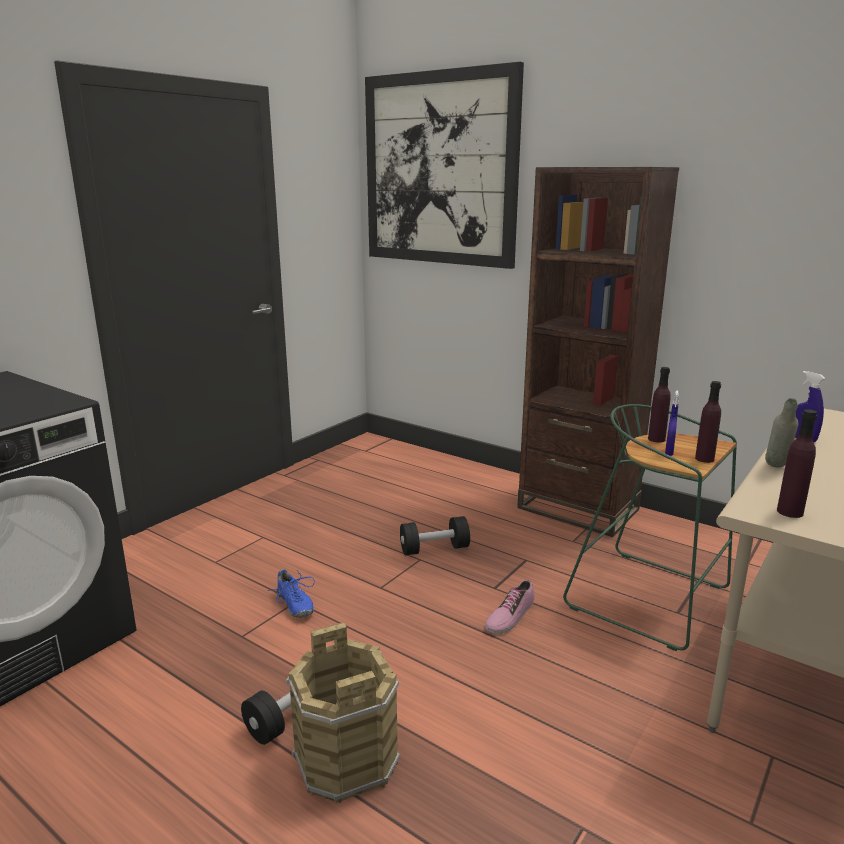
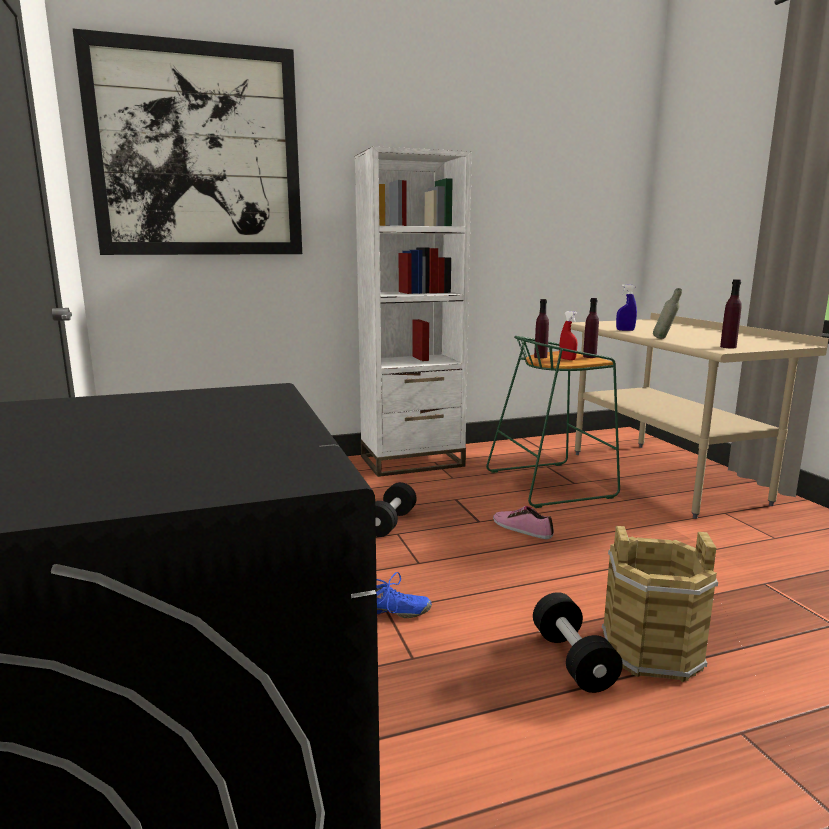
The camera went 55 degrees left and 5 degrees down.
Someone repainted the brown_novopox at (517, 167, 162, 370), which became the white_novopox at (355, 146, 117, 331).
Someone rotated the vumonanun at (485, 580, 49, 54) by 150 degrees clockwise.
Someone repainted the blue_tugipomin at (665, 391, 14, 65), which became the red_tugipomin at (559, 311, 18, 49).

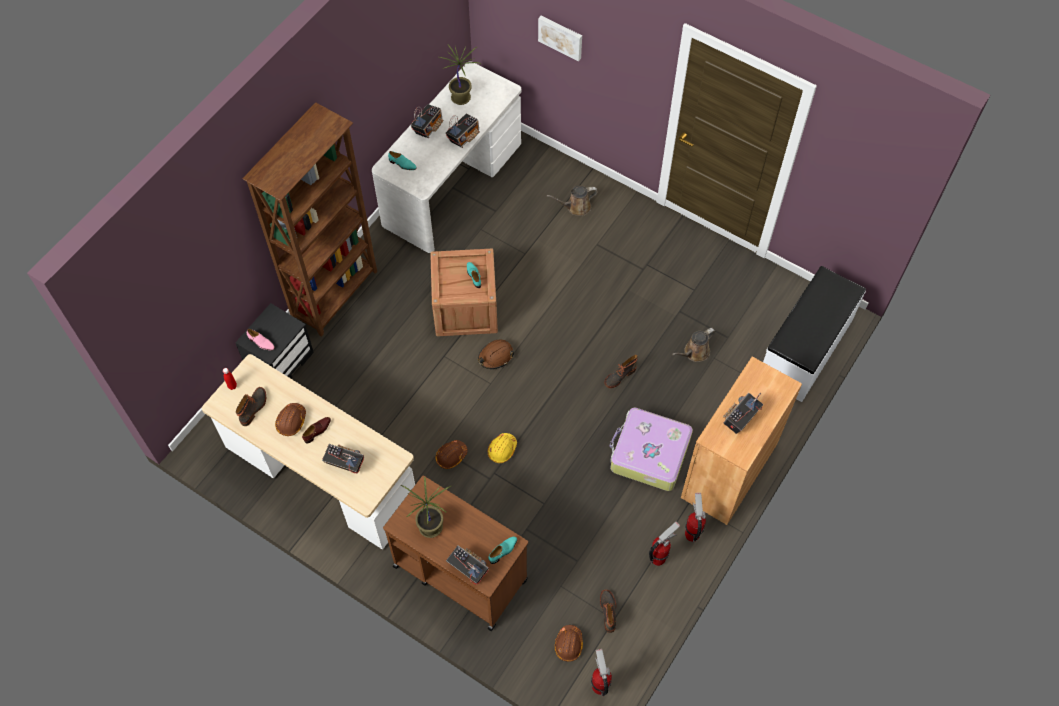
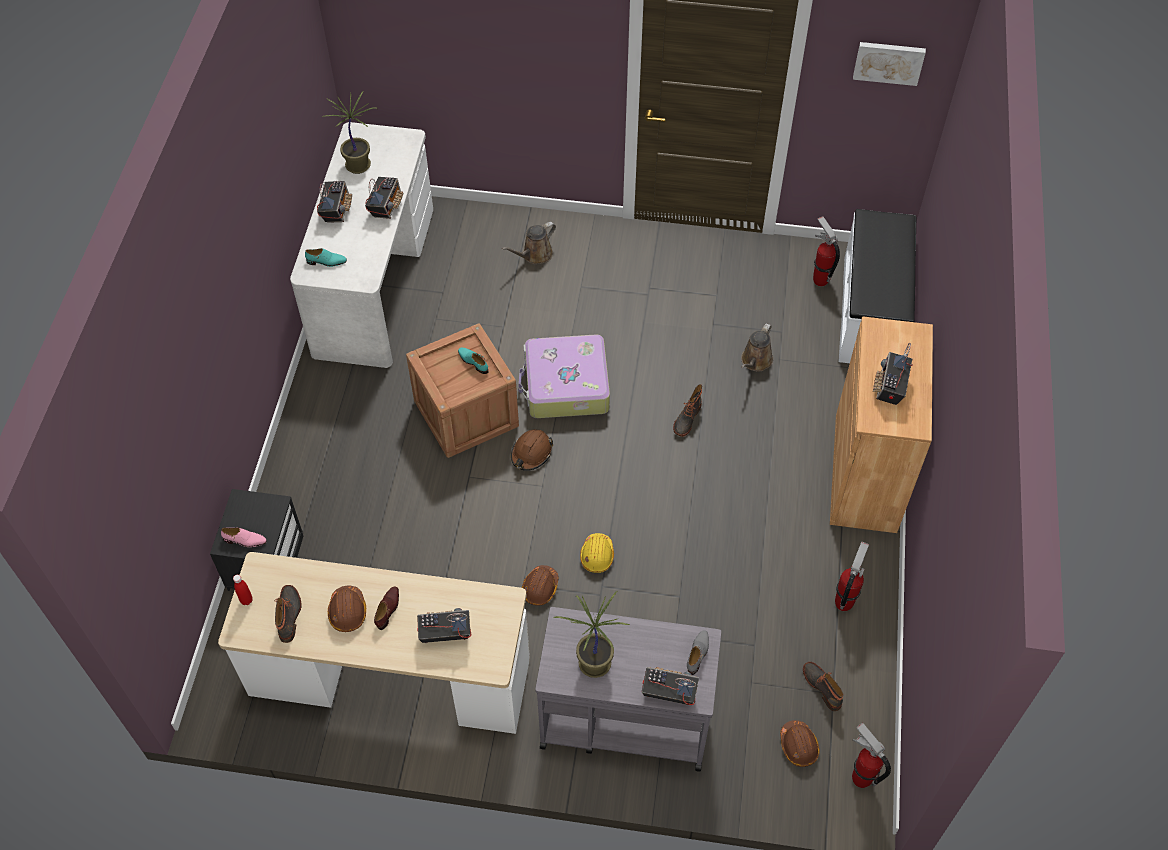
The camera went 25 degrees left and 5 degrees down.
Someone carried the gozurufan from (610, 407, 83, 84) to (518, 334, 92, 84).
Someone repainted the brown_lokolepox at (383, 476, 145, 155), which became the grey_lokolepox at (535, 607, 186, 165).
Someone repainted the turquoise_vumonanun at (488, 537, 30, 27), which became the grey_vumonanun at (687, 630, 22, 45).
Someone carried the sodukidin from (685, 493, 21, 49) to (813, 216, 27, 70).
Someone carried the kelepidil from (538, 16, 44, 45) to (853, 42, 73, 44).
Someone took away the brown_novopox at (242, 102, 135, 235).

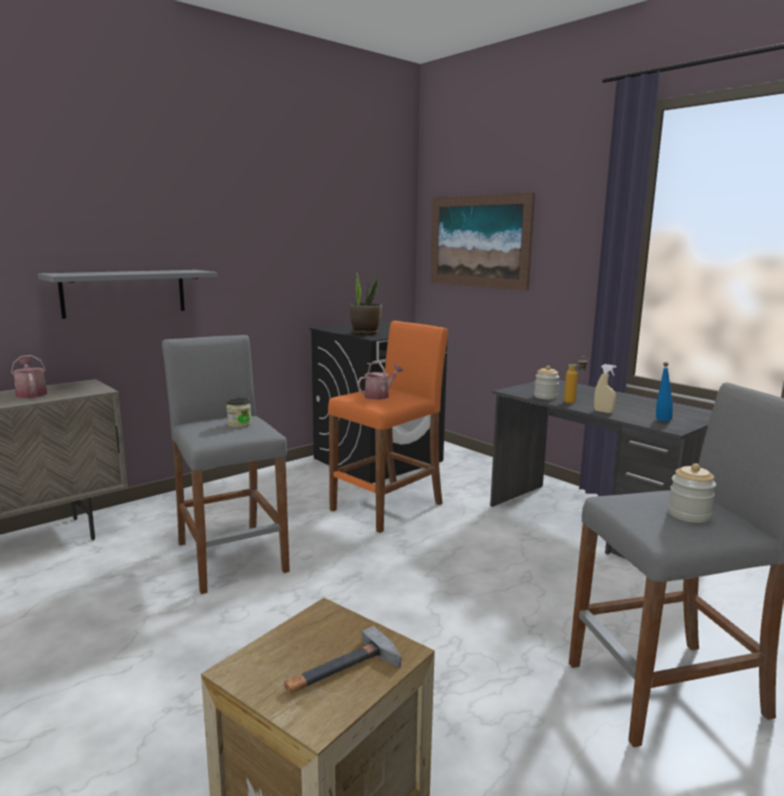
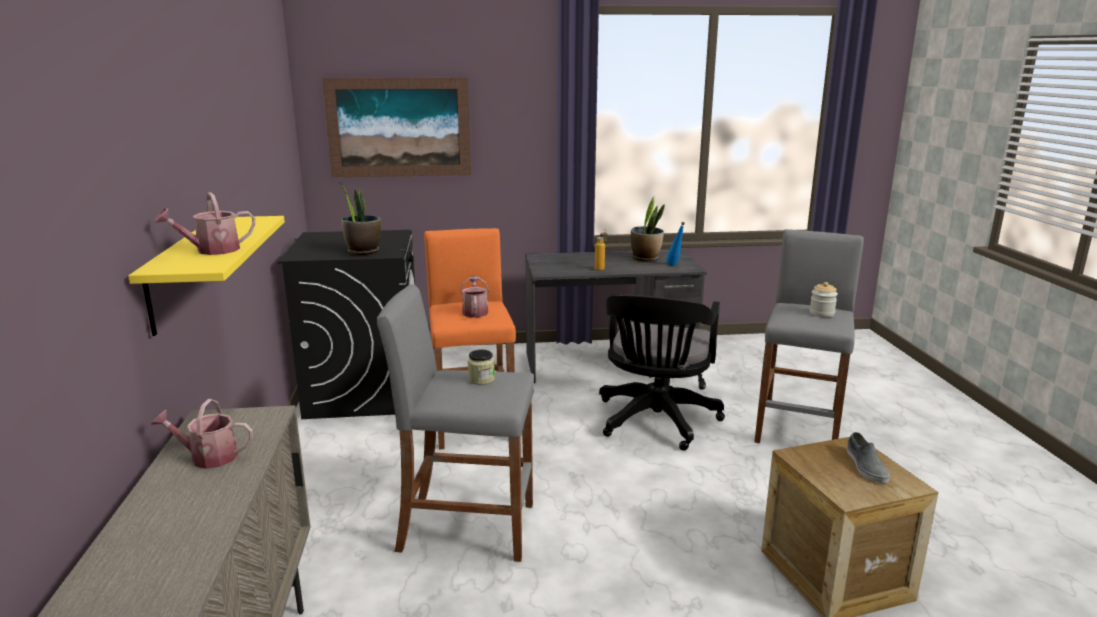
The camera went 55 degrees left and 5 degrees up.
Someone repainted the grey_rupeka at (38, 270, 180, 49), which became the yellow_rupeka at (128, 216, 157, 120).
Someone put down the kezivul at (155, 192, 100, 63).
Someone put down the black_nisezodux at (599, 292, 126, 159).
Someone put down the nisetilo at (631, 196, 34, 65).
Someone swapped the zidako at (284, 626, 117, 67) for the grey_vumonanun at (847, 432, 43, 51).
Someone took away the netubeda at (534, 366, 25, 33).
Someone took away the beige_tugipomin at (594, 364, 22, 49).

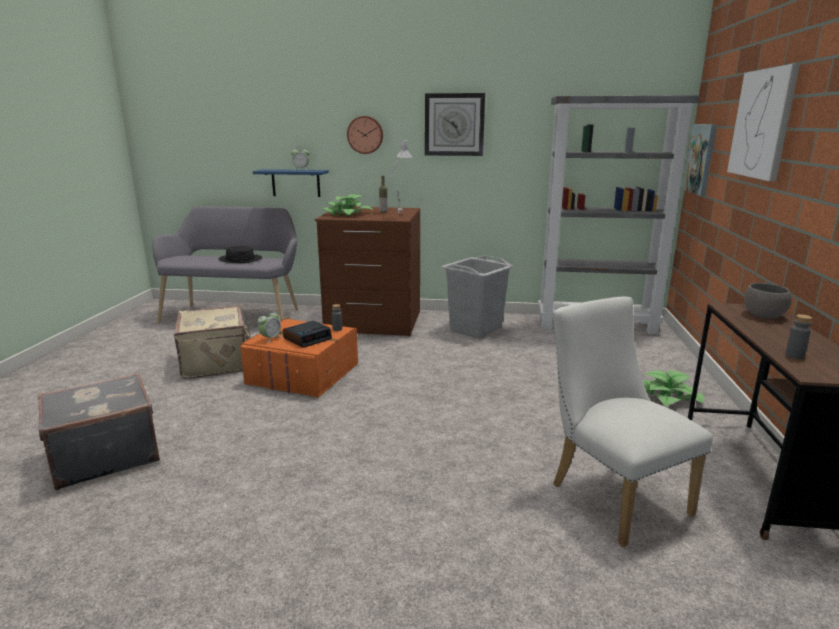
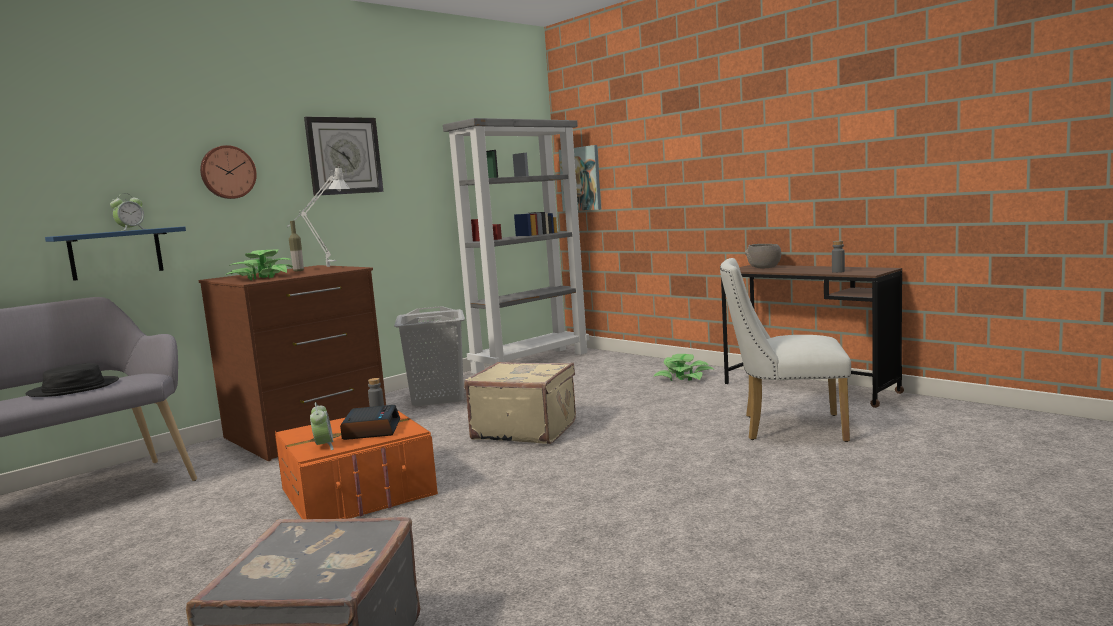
The camera went 50 degrees left and 10 degrees down.
Someone carried the beige_gozurufan from (174, 306, 76, 72) to (464, 362, 112, 82).
Someone took away the kelepidil at (727, 64, 73, 117).

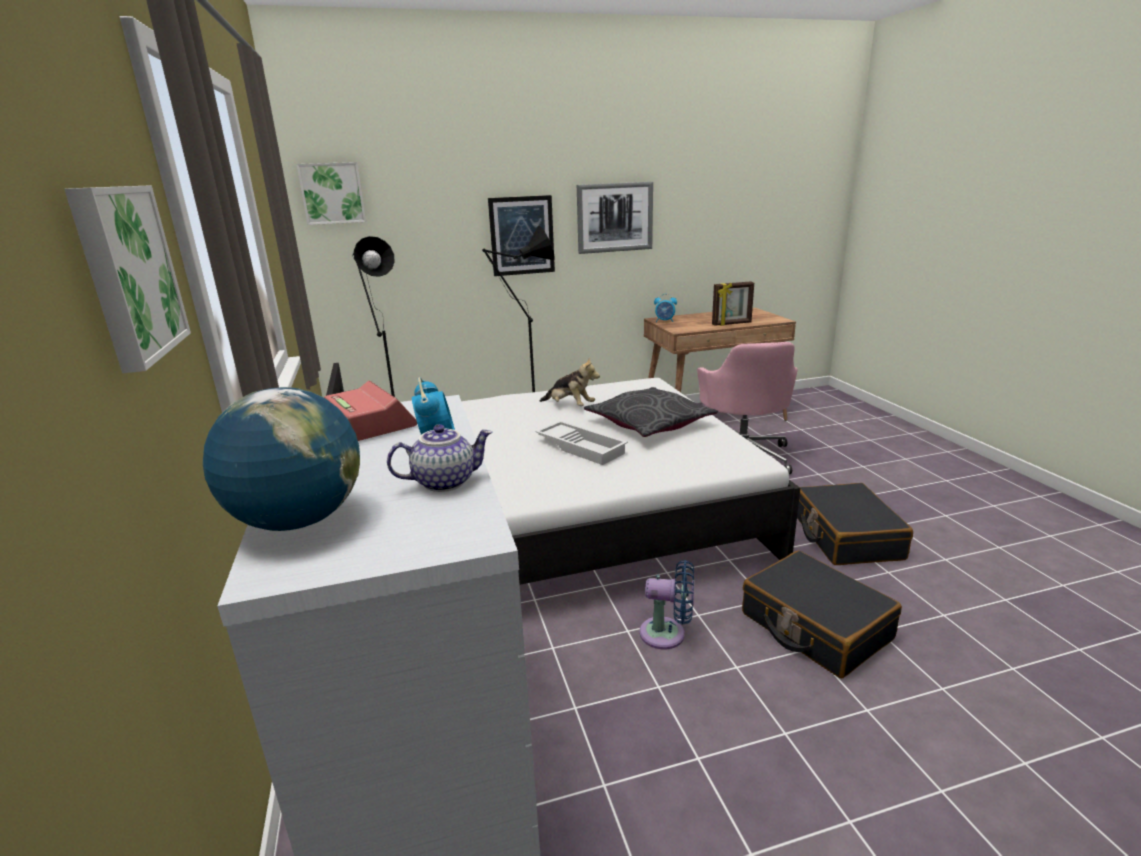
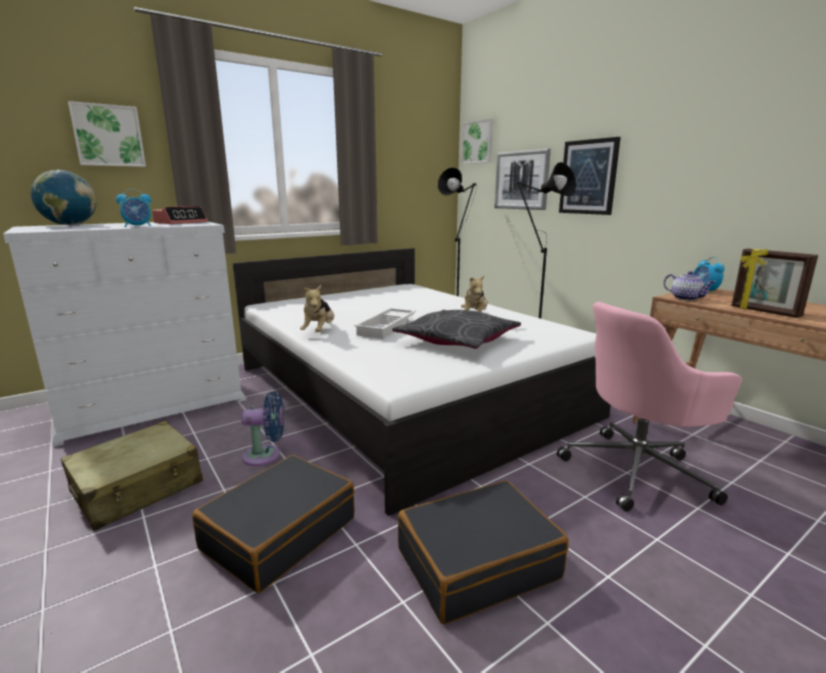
The camera went 70 degrees right and 5 degrees down.
Someone put down the beige_gozurufan at (61, 421, 142, 110).
Someone rotated the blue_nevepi at (639, 560, 55, 89) by 90 degrees counterclockwise.
Someone put down the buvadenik at (300, 285, 34, 47).
Someone carried the kelepidil from (577, 182, 76, 72) to (494, 149, 57, 61).
Someone carried the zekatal from (387, 424, 105, 68) to (663, 271, 53, 30).

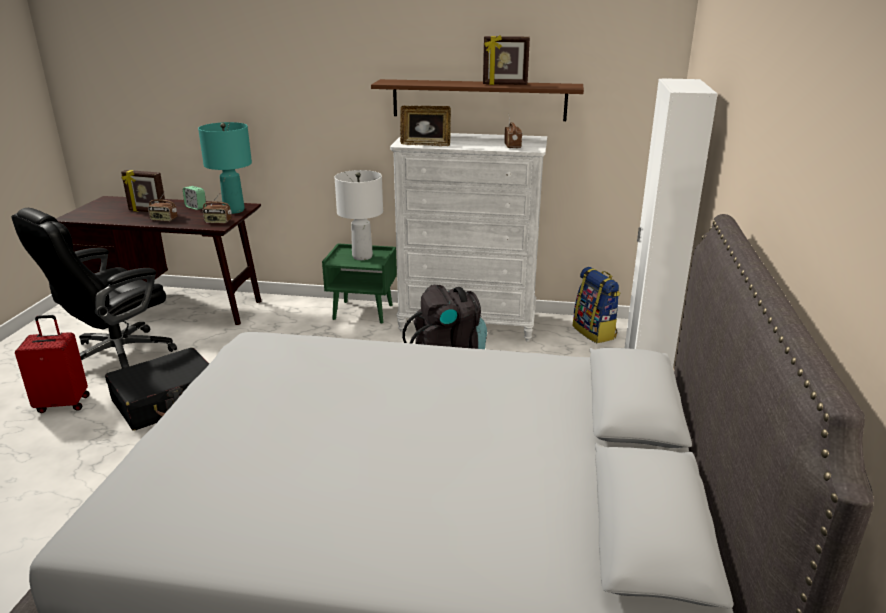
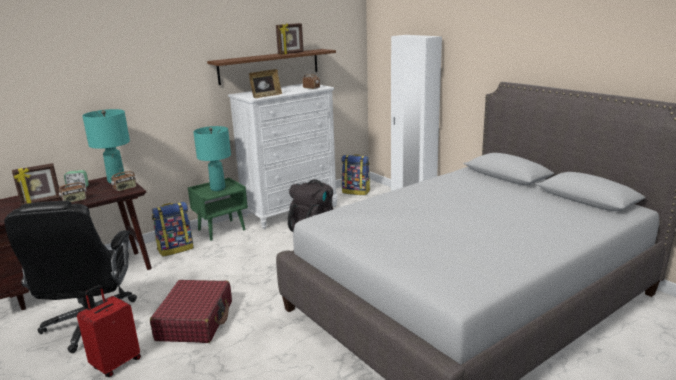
The camera went 45 degrees left and 5 degrees down.
Someone repainted the black_gozurufan at (105, 348, 104, 83), which became the red_gozurufan at (150, 280, 82, 63).
Someone put down the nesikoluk at (152, 202, 42, 55).
Someone repainted the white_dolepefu at (334, 170, 49, 90), which became the turquoise_dolepefu at (193, 126, 38, 65).

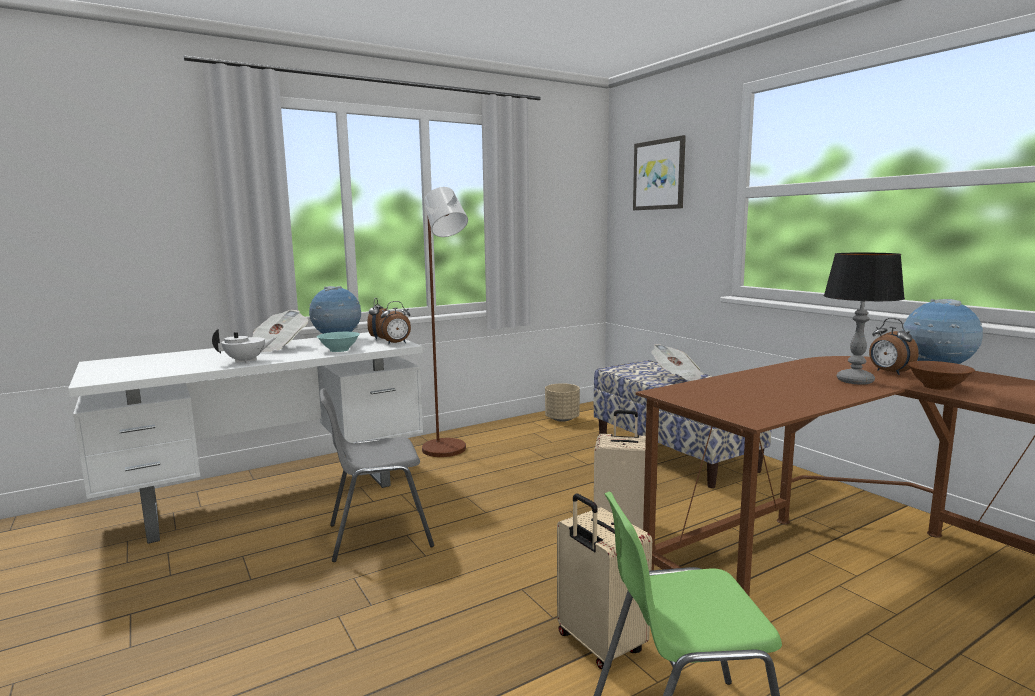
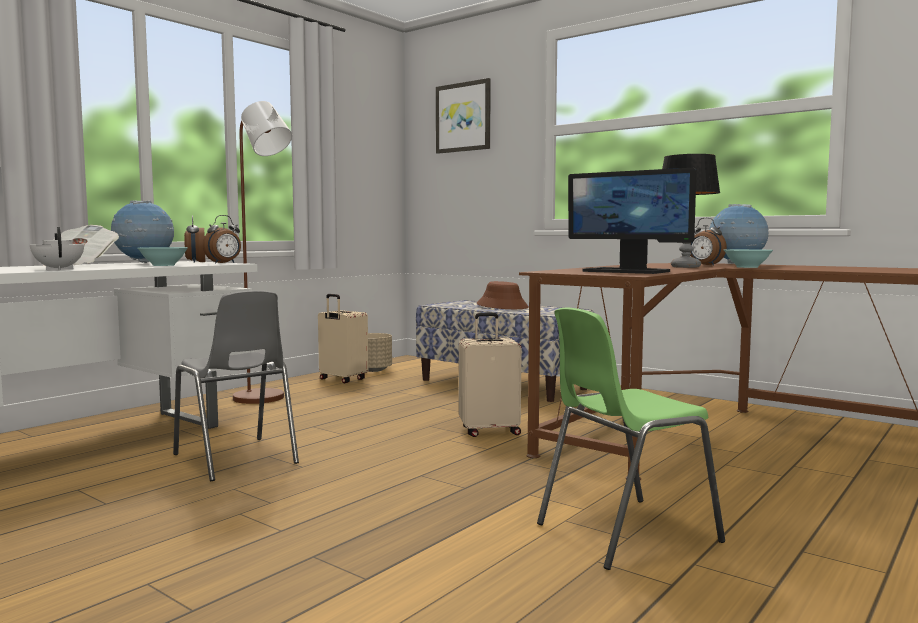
The camera went 20 degrees left and 5 degrees down.
Someone rotated the white_zekatal at (212, 329, 64, 34) by 75 degrees counterclockwise.
Someone rotated the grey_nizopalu at (320, 388, 114, 174) by 90 degrees counterclockwise.
Someone carried the beige_gozurufan from (557, 493, 95, 176) to (318, 294, 50, 89).
Someone swapped the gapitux at (651, 344, 53, 37) for the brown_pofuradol at (476, 281, 53, 28).
Someone put down the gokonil at (568, 168, 128, 106).
Someone repainted the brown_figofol at (907, 361, 68, 29), which became the turquoise_figofol at (724, 249, 49, 19).

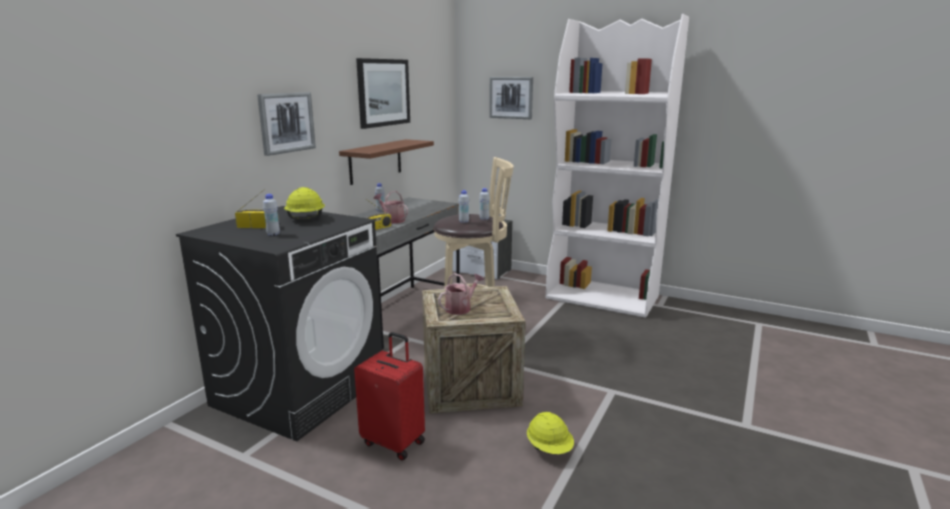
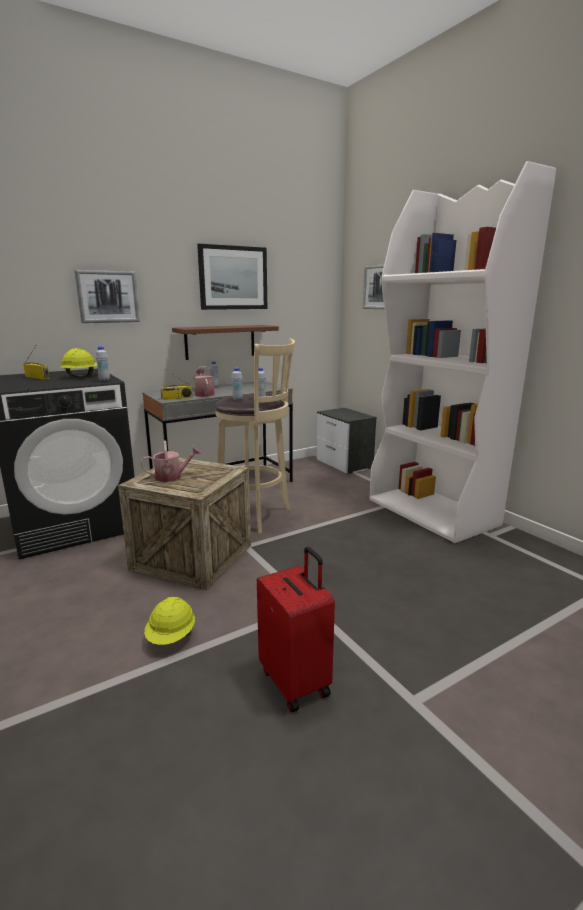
The camera went 30 degrees right and 0 degrees up.
Someone carried the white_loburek from (263, 194, 17, 42) to (96, 346, 14, 35).
Someone carried the red_gozurufan from (354, 332, 71, 128) to (257, 547, 78, 165).

